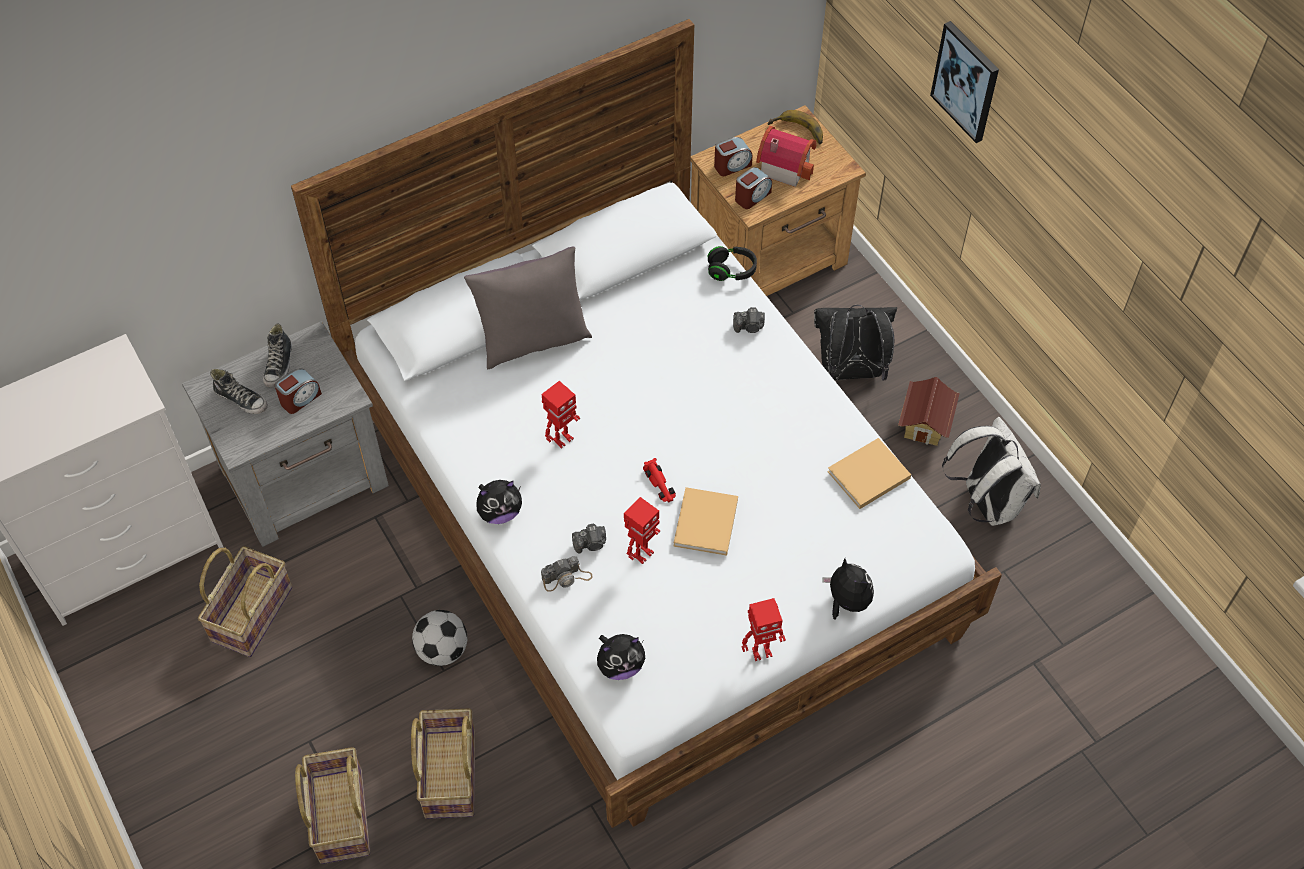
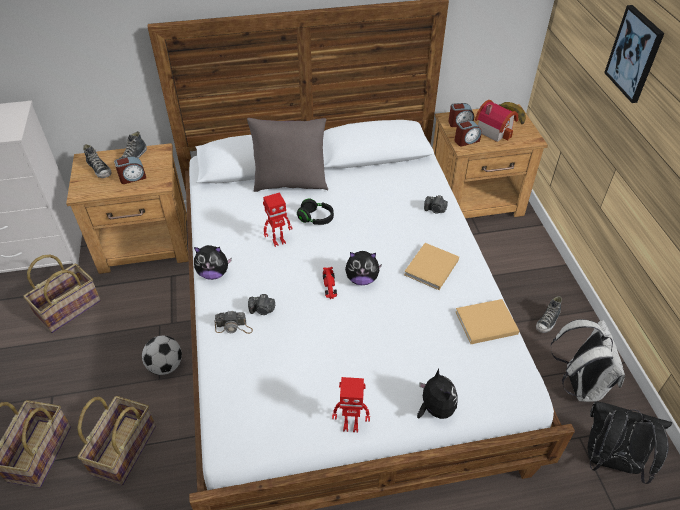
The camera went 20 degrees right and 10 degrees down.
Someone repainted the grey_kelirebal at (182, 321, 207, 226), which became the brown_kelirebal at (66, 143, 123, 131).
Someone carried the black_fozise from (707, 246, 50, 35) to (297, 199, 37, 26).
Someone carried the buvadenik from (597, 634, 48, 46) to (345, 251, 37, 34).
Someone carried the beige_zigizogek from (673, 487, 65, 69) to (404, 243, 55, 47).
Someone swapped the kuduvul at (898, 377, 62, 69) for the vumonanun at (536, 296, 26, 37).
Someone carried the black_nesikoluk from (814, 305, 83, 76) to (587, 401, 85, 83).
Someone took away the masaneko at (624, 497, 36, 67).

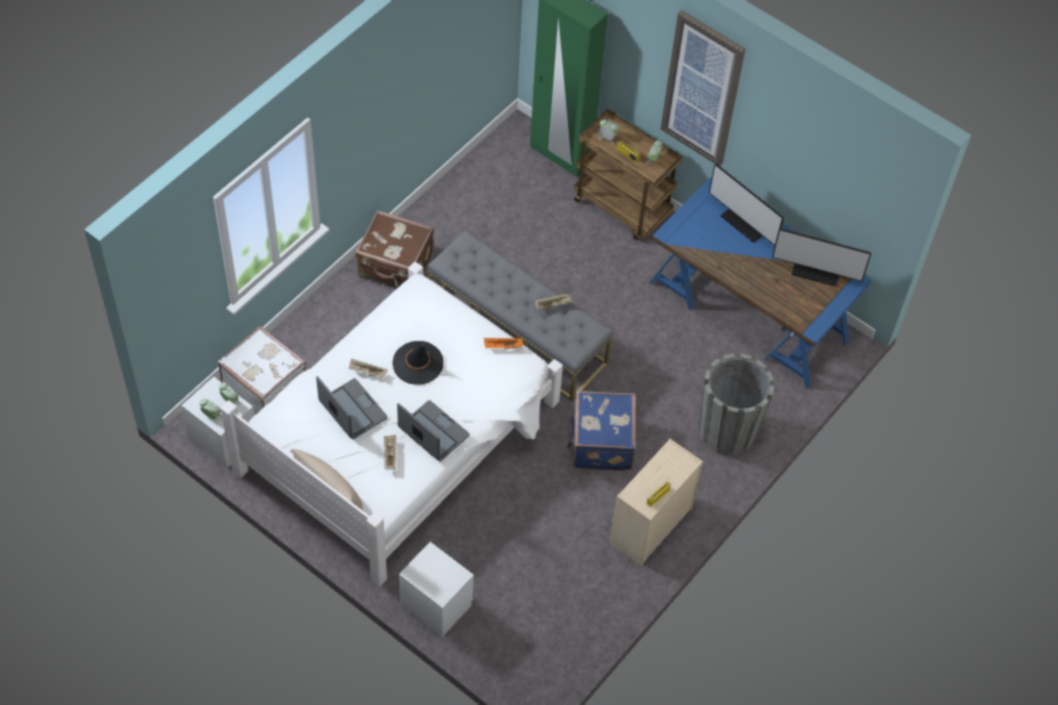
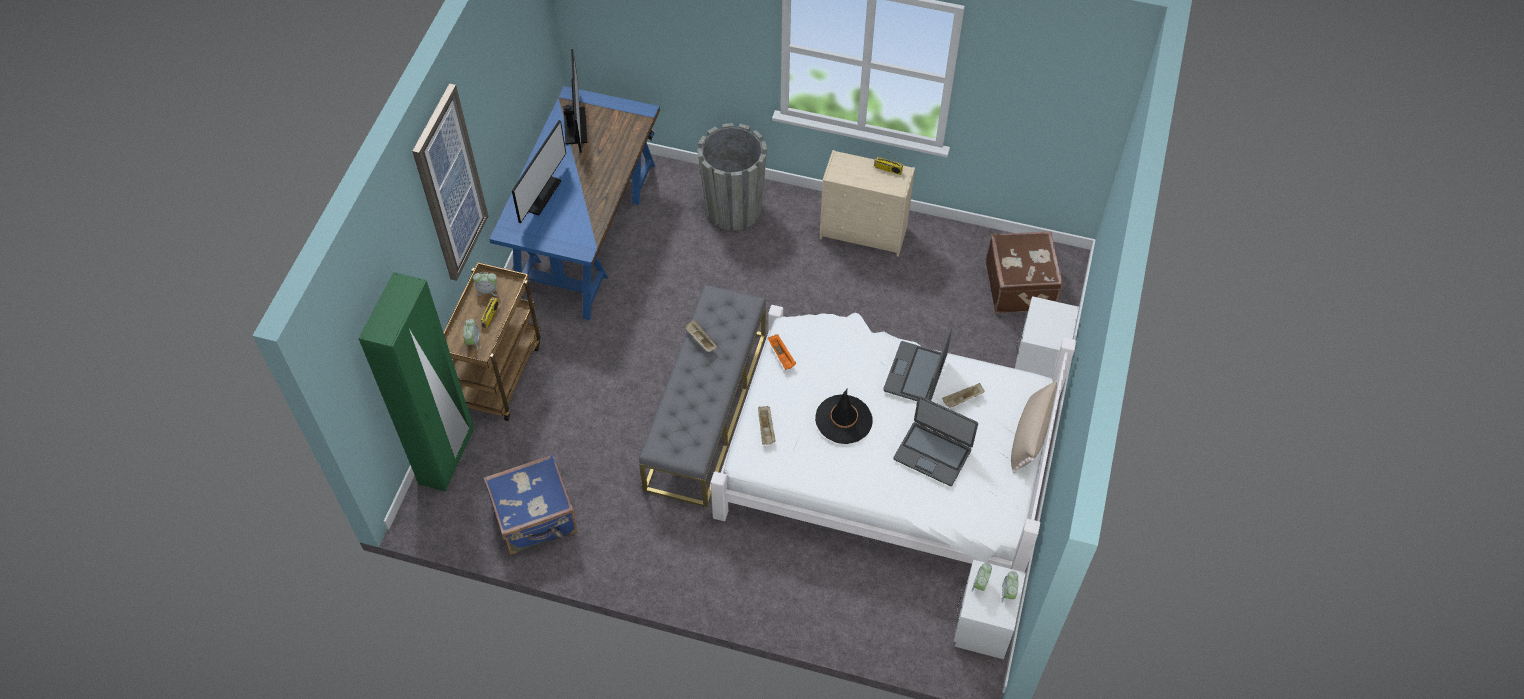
The camera went 110 degrees left and 0 degrees up.
Someone carried the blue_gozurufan from (567, 391, 69, 80) to (484, 454, 94, 101).
Someone carried the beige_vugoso from (349, 359, 39, 19) to (758, 406, 18, 39).
Someone rotated the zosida at (316, 376, 71, 63) by 90 degrees counterclockwise.
Someone carried the brown_gozurufan from (355, 210, 79, 78) to (986, 231, 77, 82).
Someone took away the white_gozurufan at (218, 326, 88, 87).

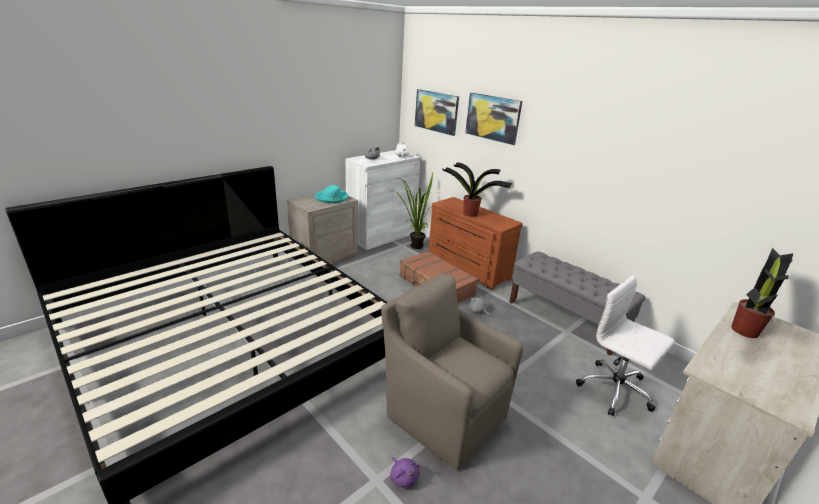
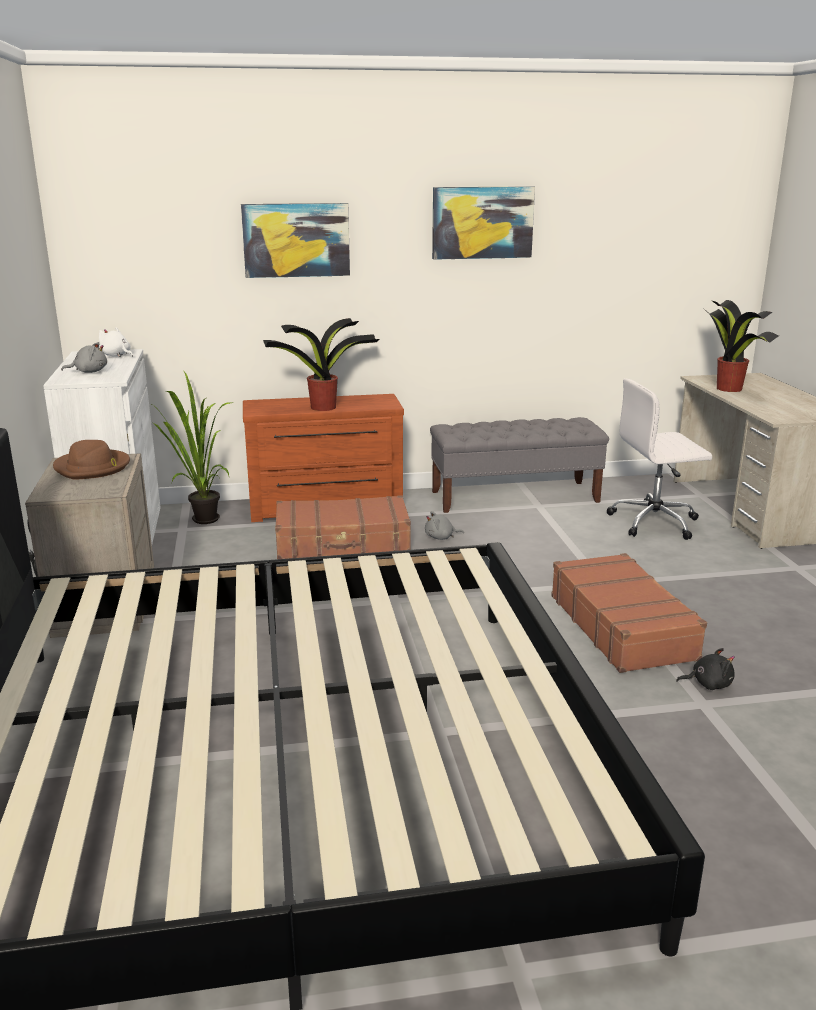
The camera went 55 degrees left and 5 degrees down.
Someone repainted the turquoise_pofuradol at (314, 185, 34, 18), which became the brown_pofuradol at (53, 440, 77, 40).
Someone carried the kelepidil from (415, 89, 44, 47) to (432, 186, 103, 74).
Someone swapped the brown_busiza at (381, 273, 142, 198) for the brown_gozurufan at (551, 553, 156, 120).
Someone repainted the purple_buvadenik at (390, 456, 30, 32), which became the black_buvadenik at (676, 648, 59, 42).

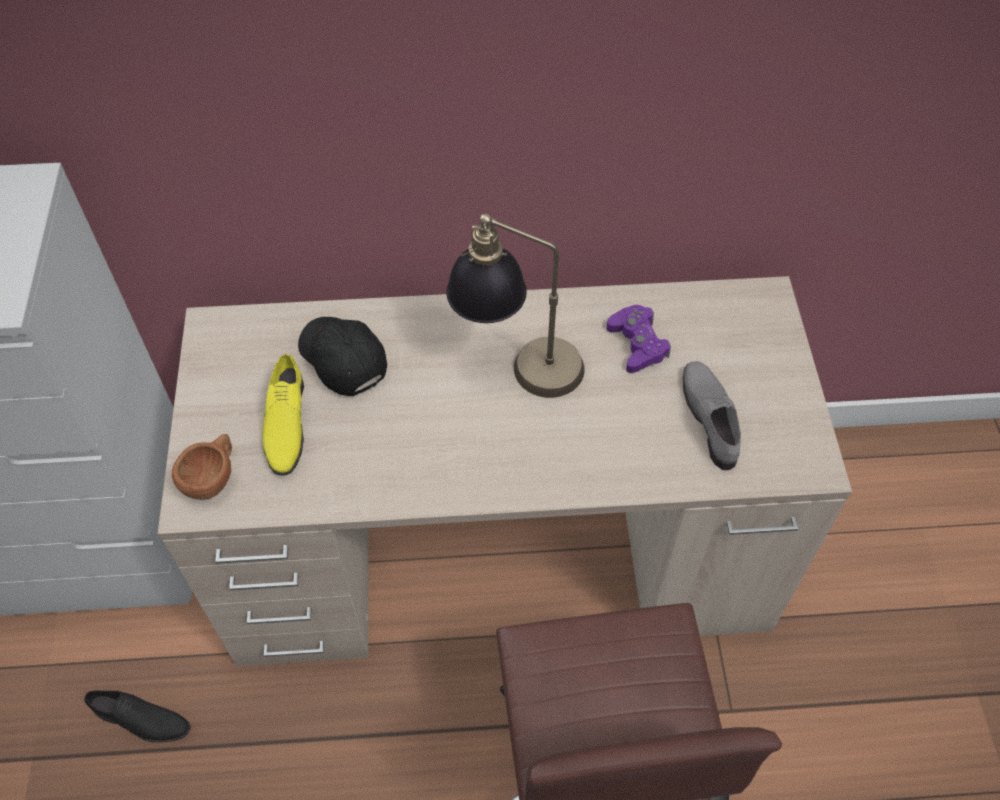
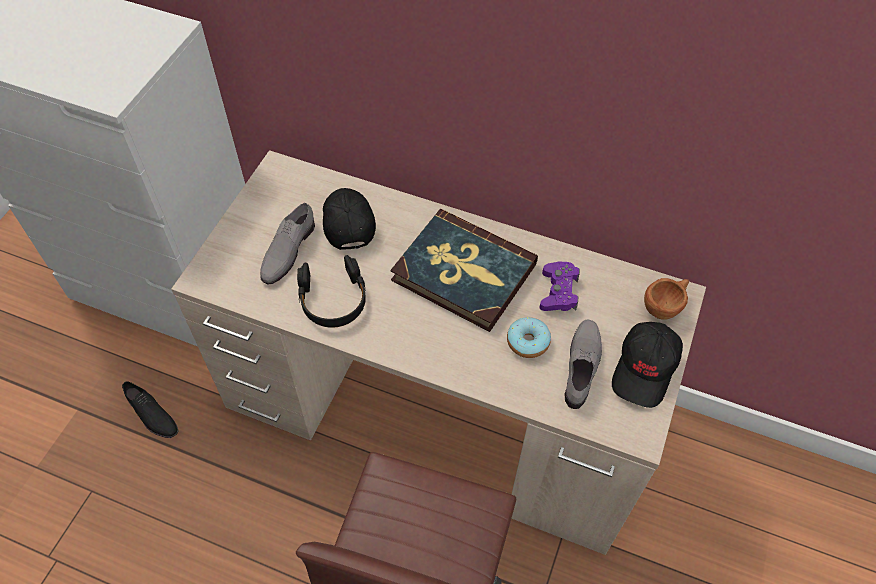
The camera went 25 degrees right and 0 degrees up.
Someone repainted the yellow_vumonanun at (262, 354, 42, 121), which became the grey_vumonanun at (260, 203, 55, 81).
Someone put down the black_fozise at (297, 255, 69, 73).
Someone swapped the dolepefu at (446, 213, 139, 185) for the zigizogek at (390, 209, 148, 123).
Someone put down the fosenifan at (507, 317, 44, 41).
Someone put down the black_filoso at (612, 322, 71, 86).
Someone carried the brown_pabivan from (172, 434, 60, 66) to (644, 278, 45, 42).

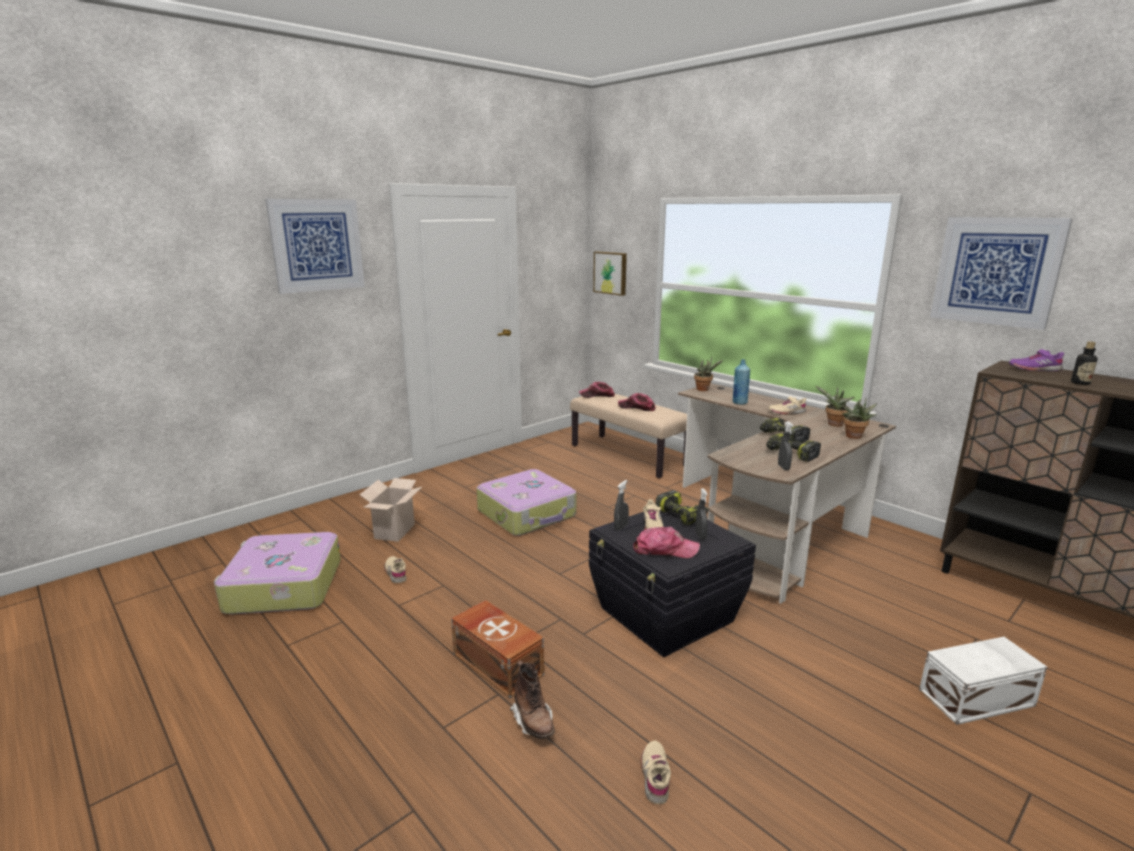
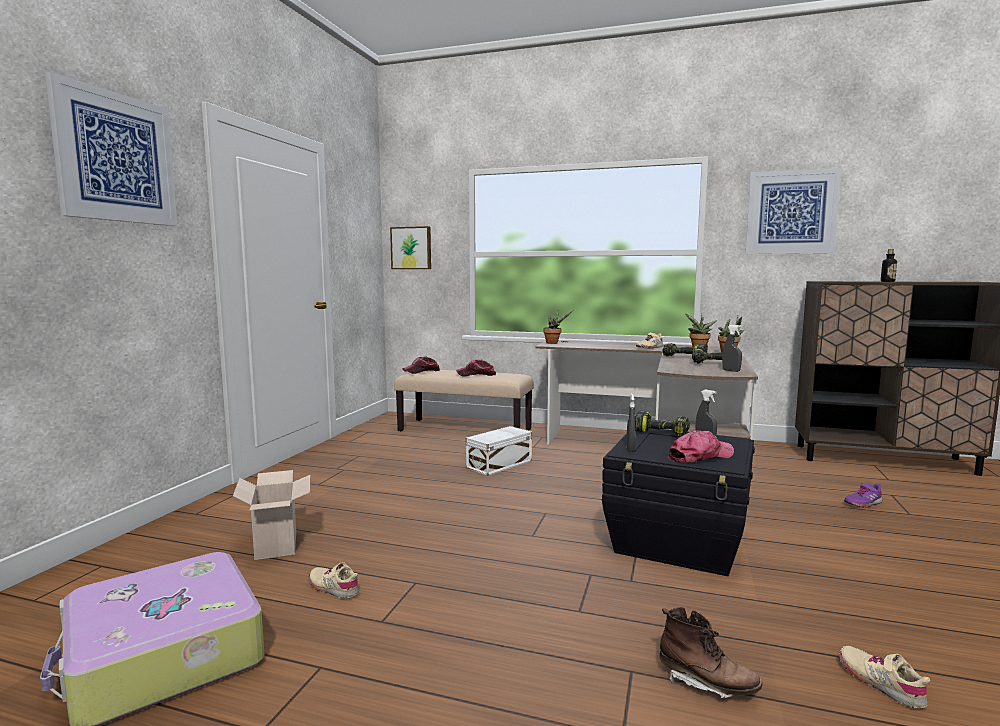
The camera went 30 degrees left and 10 degrees down.
Someone carried the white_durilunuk from (919, 637, 128, 88) to (466, 426, 66, 50).
Someone carried the purple_vumonanun from (1009, 349, 55, 22) to (844, 483, 39, 25).
Someone took away the brown_durilunuk at (451, 600, 93, 98).
Someone took away the gozurufan at (477, 469, 99, 67).
Someone took away the beige_vumonanun at (643, 499, 21, 31).
Someone took away the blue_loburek at (733, 359, 17, 46).

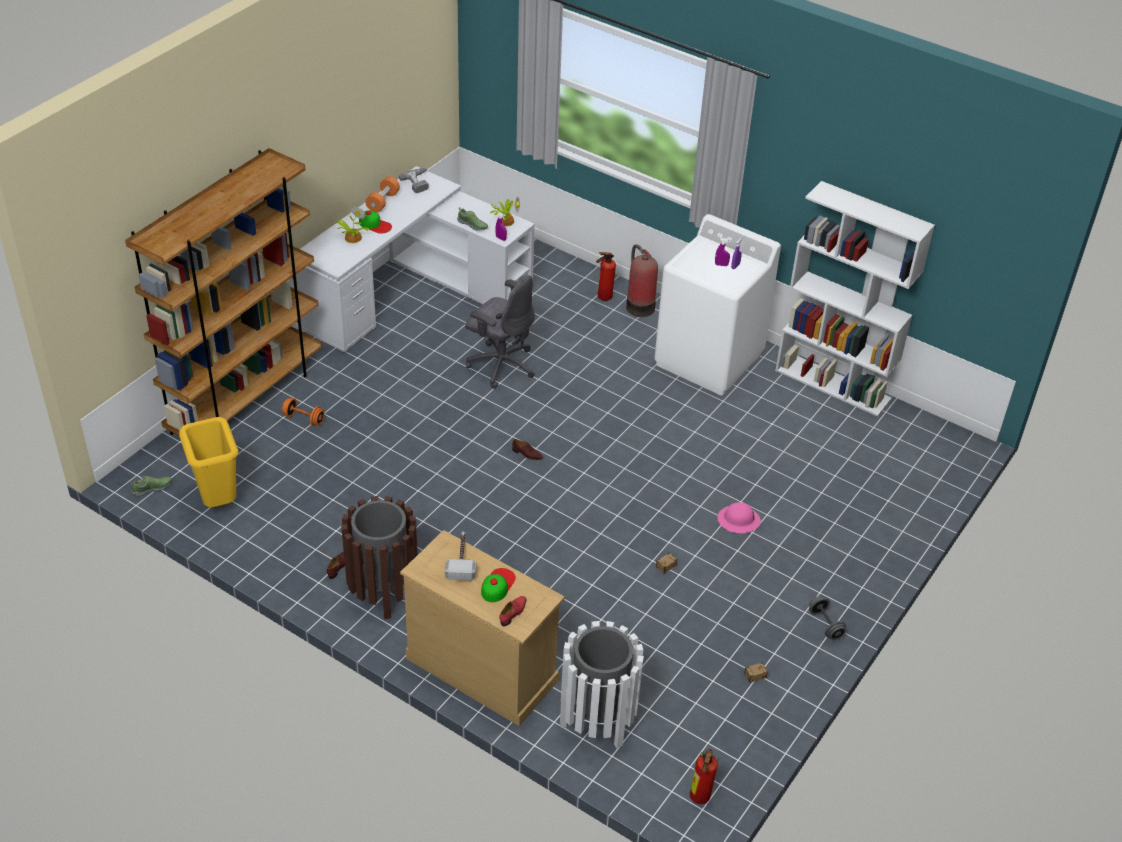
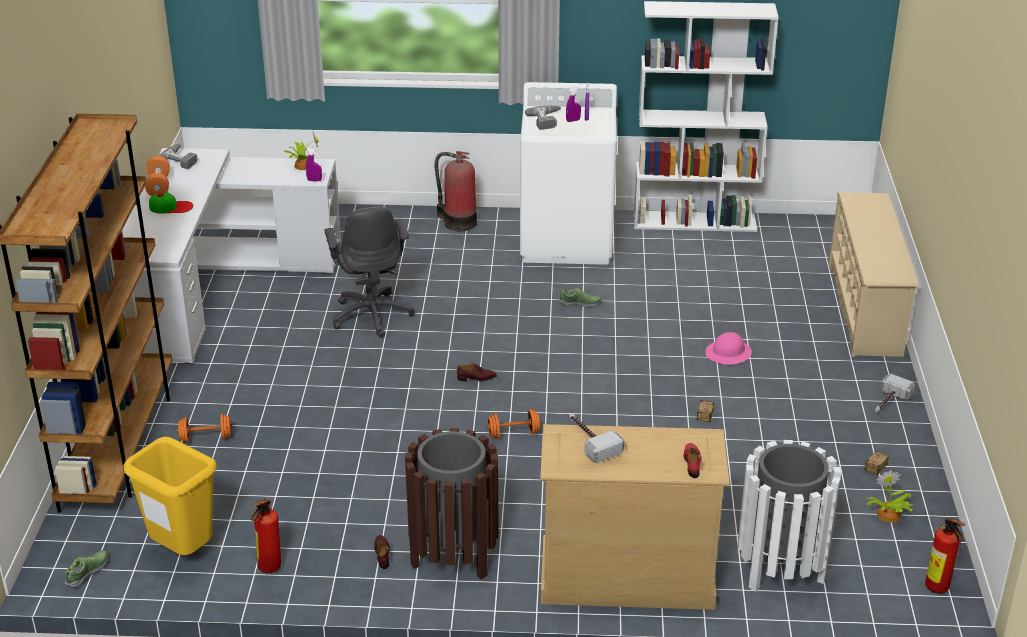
The camera went 30 degrees left and 10 degrees down.
Someone carried the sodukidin from (596, 252, 20, 49) to (251, 499, 30, 74).
Someone rotated the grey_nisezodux at (465, 275, 70, 114) by 75 degrees clockwise.
Someone put down the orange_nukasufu at (487, 409, 54, 30).
Someone put down the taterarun at (525, 106, 36, 24).
Someone carried the vumonanun from (457, 207, 31, 24) to (559, 288, 42, 19).
Someone put down the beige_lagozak at (829, 192, 90, 165).
Someone carried the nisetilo from (335, 206, 34, 37) to (867, 470, 46, 53).
Someone swapped the grey_nukasufu at (809, 596, 37, 44) for the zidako at (875, 374, 40, 38).
Someone took away the filoso at (481, 568, 35, 34).

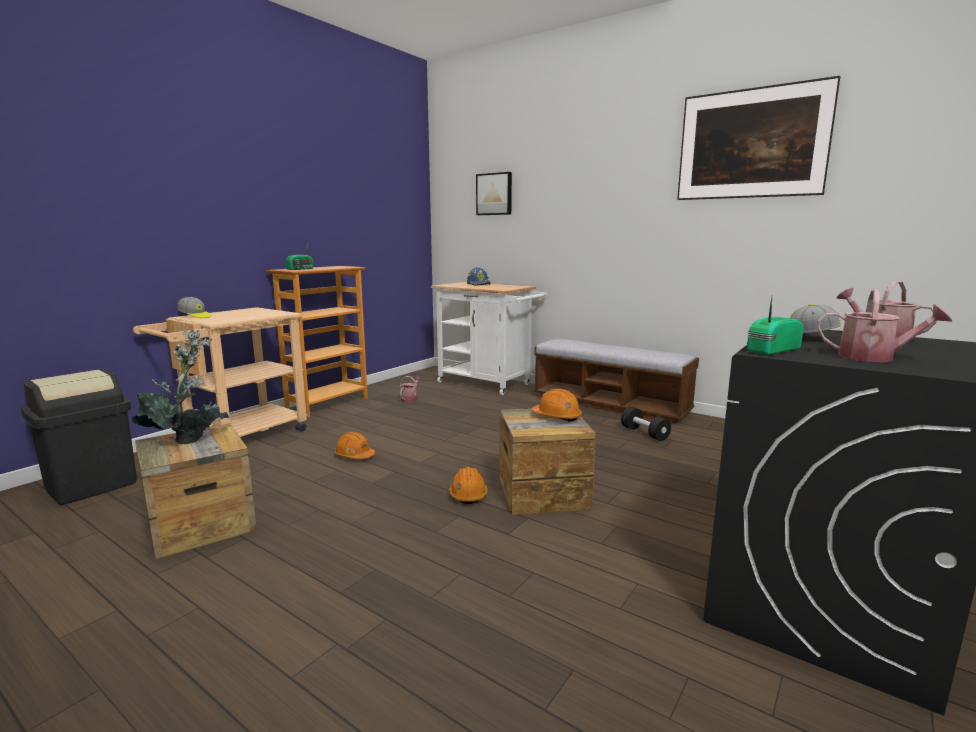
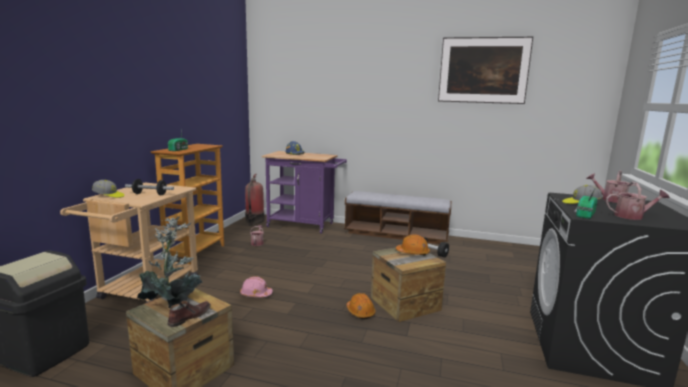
The camera went 20 degrees left and 0 degrees up.
Someone put down the nukasufu at (125, 179, 49, 16).
Someone put down the brown_vumonanun at (168, 301, 43, 26).
Someone repainted the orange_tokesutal at (334, 432, 41, 27), which became the pink_tokesutal at (240, 276, 33, 21).
Someone put down the sodukidin at (245, 174, 19, 52).
Someone repainted the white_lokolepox at (431, 282, 116, 113), which became the purple_lokolepox at (261, 151, 86, 83).
Someone took away the kelepidil at (476, 172, 36, 43).

